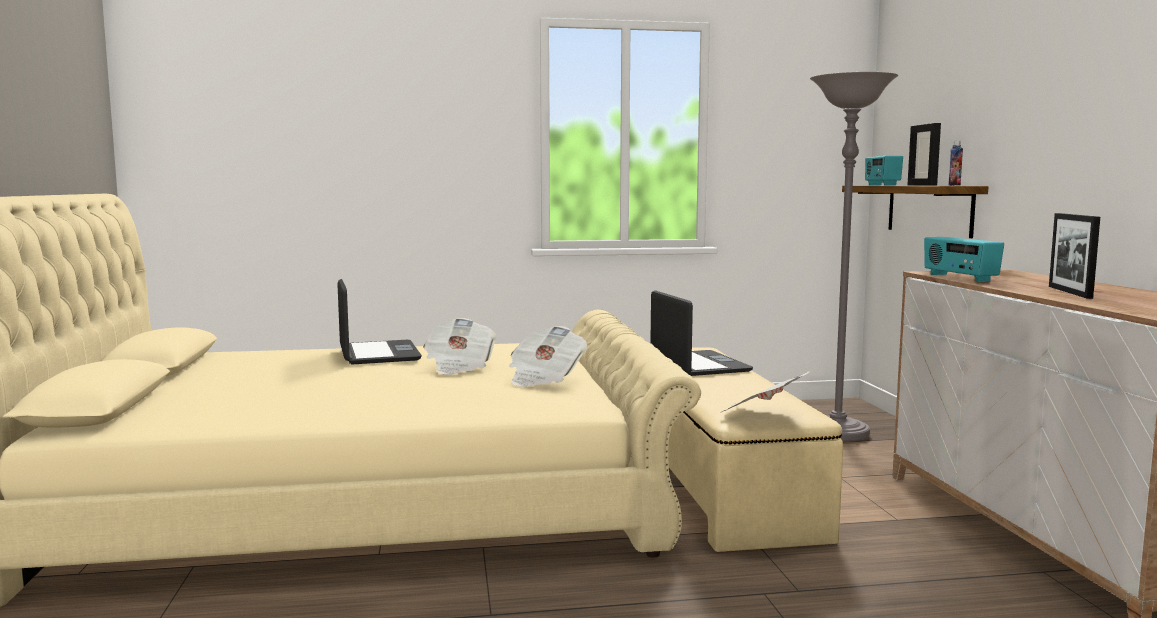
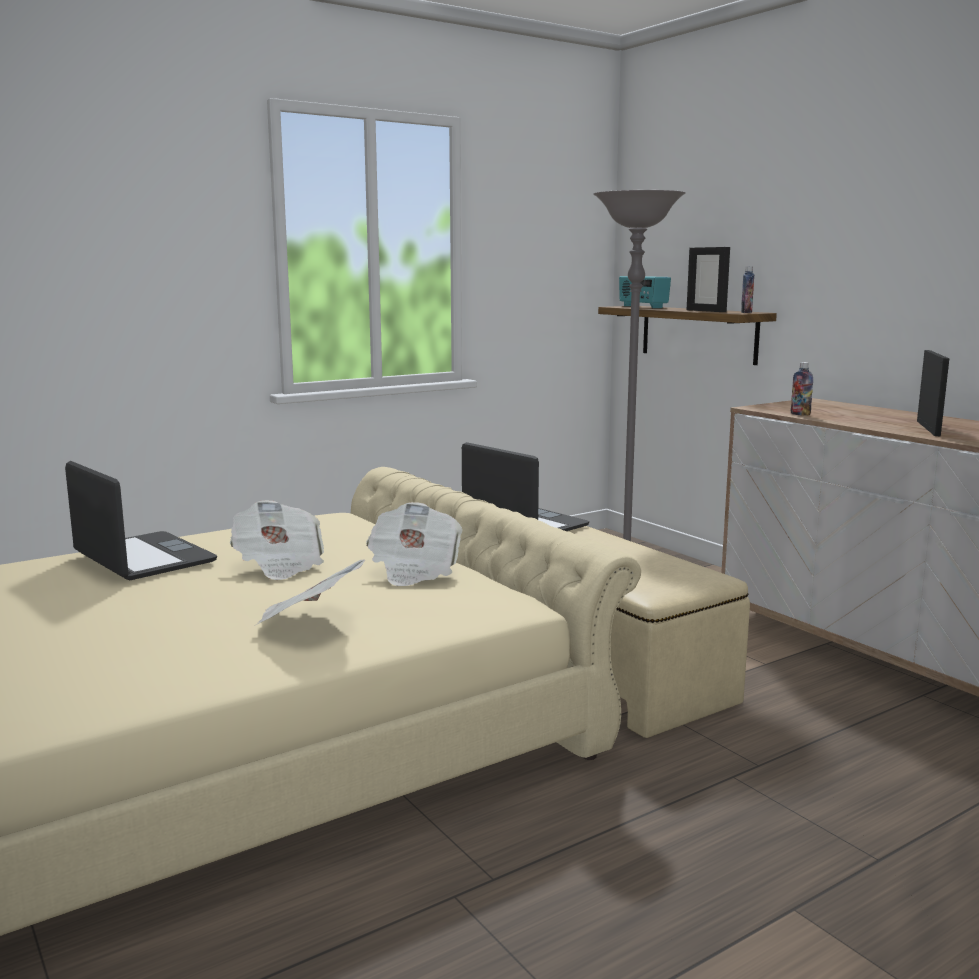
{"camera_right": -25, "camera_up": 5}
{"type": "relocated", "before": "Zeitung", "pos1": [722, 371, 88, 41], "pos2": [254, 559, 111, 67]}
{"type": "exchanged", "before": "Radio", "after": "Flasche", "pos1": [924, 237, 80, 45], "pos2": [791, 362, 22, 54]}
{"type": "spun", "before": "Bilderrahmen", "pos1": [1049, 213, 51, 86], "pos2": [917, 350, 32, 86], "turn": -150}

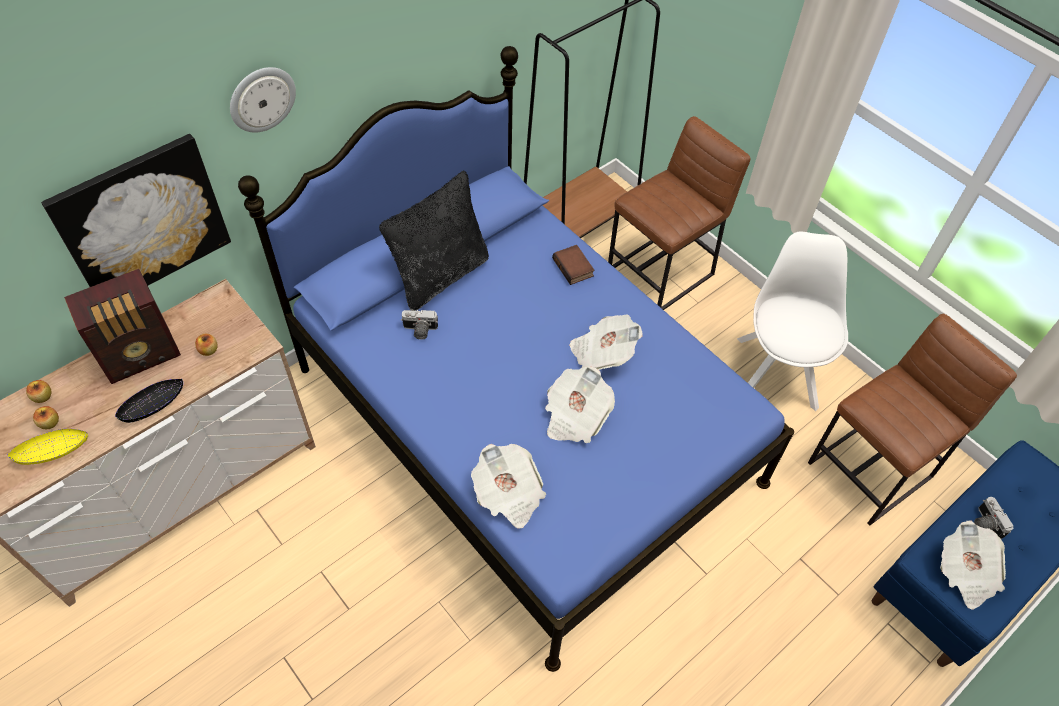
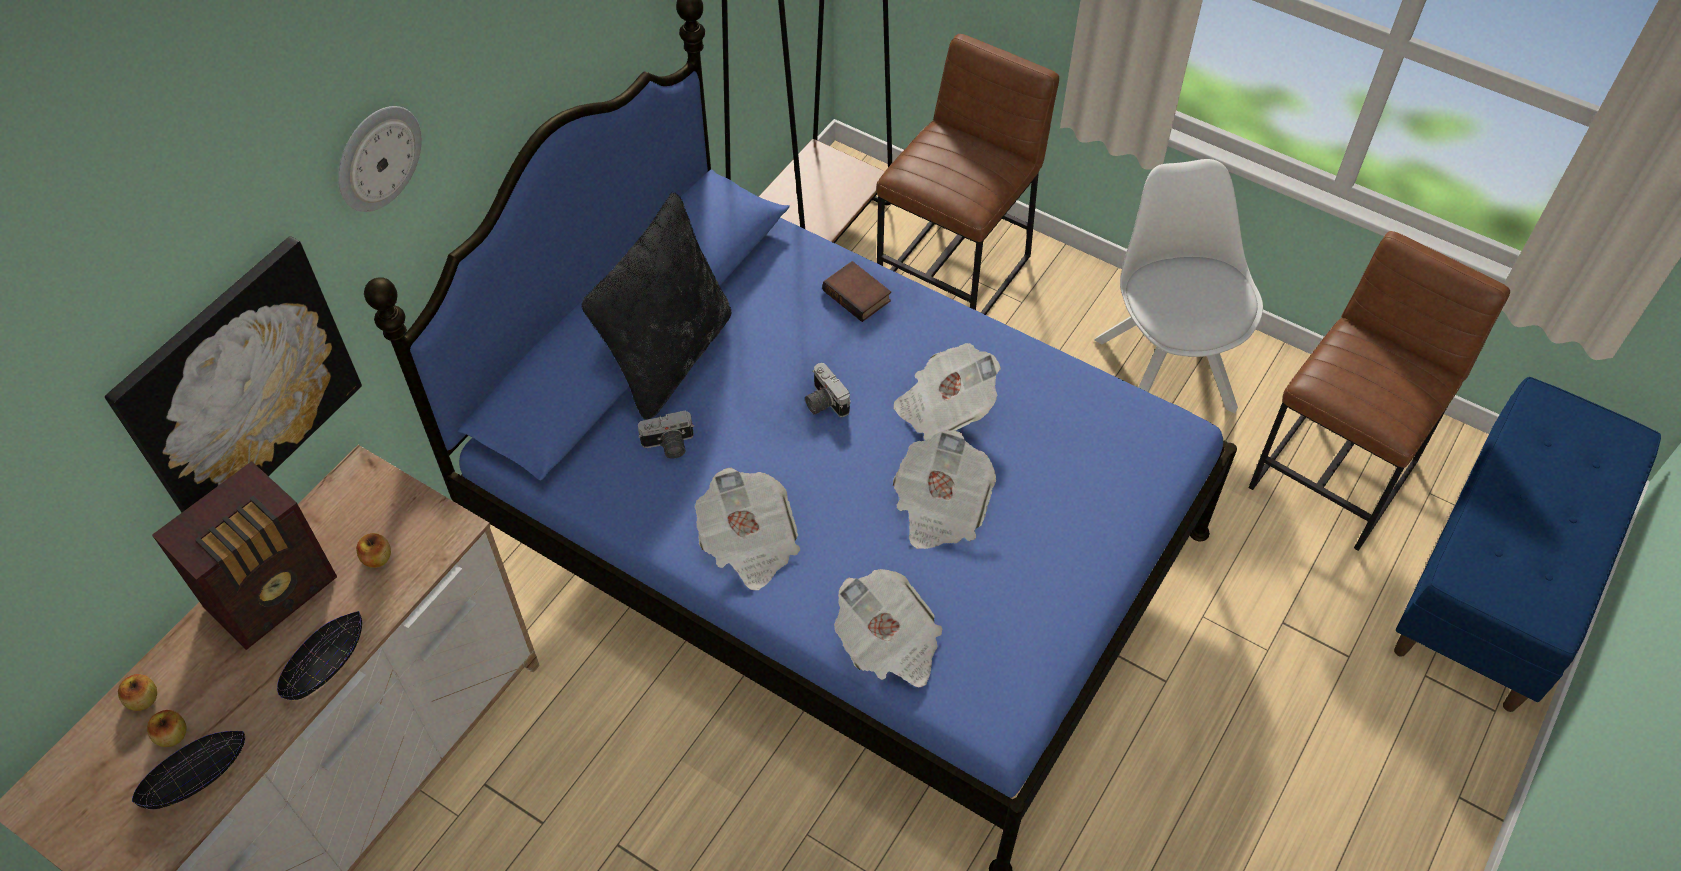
{"camera_right": -15, "camera_up": 0}
{"type": "colour", "before": "Schüssel [gelb]", "after": "Schüssel [schwarz]", "pos1": [7, 429, 81, 36], "pos2": [132, 731, 113, 78]}
{"type": "relocated", "before": "Zeitung", "pos1": [940, 520, 66, 90], "pos2": [695, 467, 105, 123]}
{"type": "relocated", "before": "Kamera", "pos1": [974, 497, 40, 42], "pos2": [805, 363, 46, 54]}

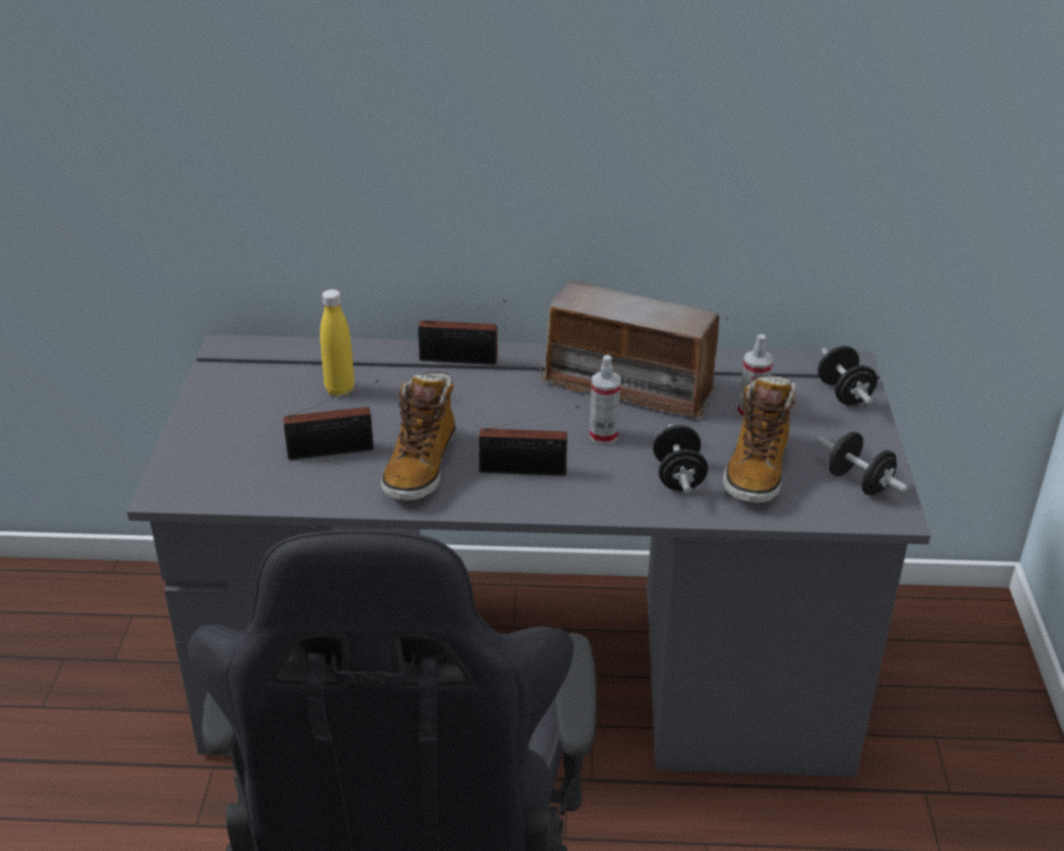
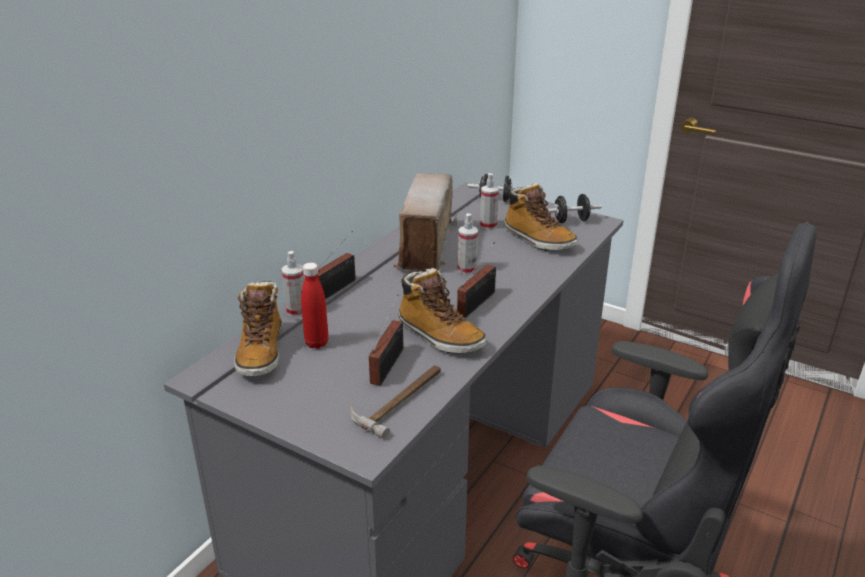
{"camera_right": -60, "camera_up": -5}
{"type": "colour", "before": "Flasche [gelb]", "after": "Flasche [rot]", "pos1": [320, 289, 34, 108], "pos2": [301, 263, 27, 86]}
{"type": "spun", "before": "Radio", "pos1": [538, 280, 190, 139], "pos2": [394, 173, 63, 99], "turn": 135}
{"type": "missing", "before": "Hantel [schwarz]", "pos1": [653, 424, 55, 70]}
{"type": "appeared", "after": "Stiefel", "pos2": [234, 281, 48, 96]}
{"type": "appeared", "after": "Sprühflasche", "pos2": [282, 251, 22, 66]}
{"type": "appeared", "after": "Hammer", "pos2": [350, 365, 91, 74]}

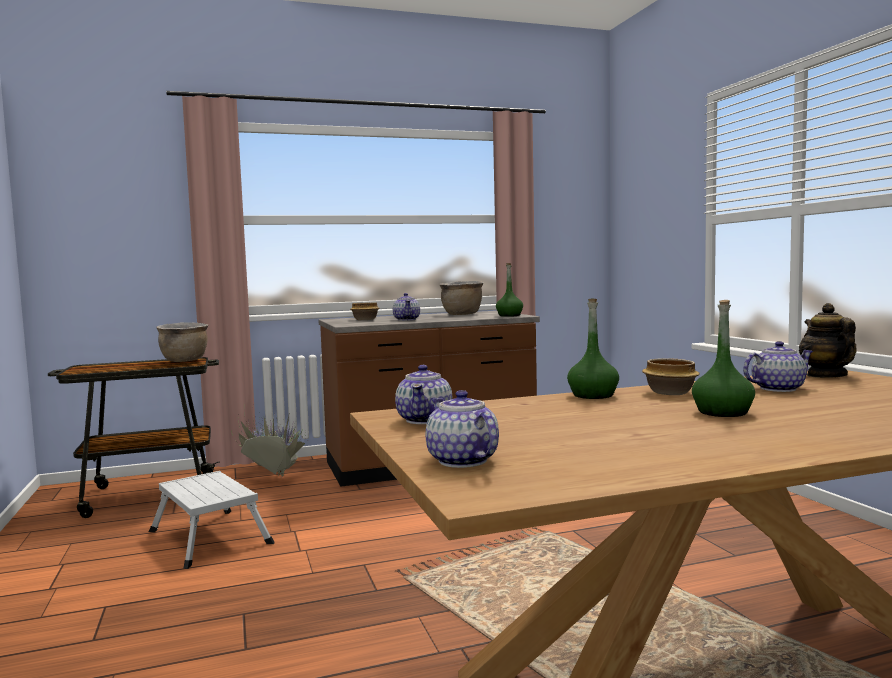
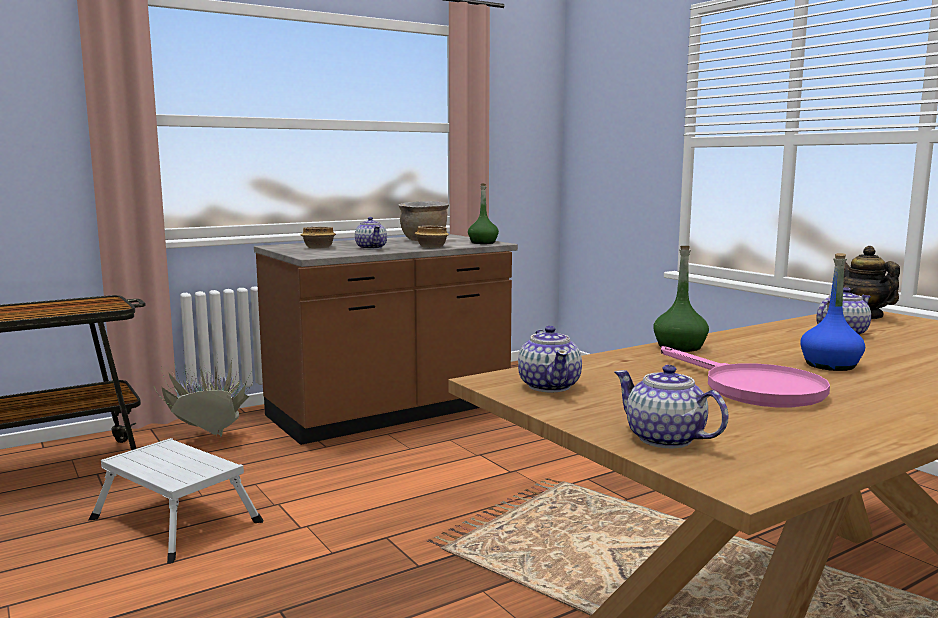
{"camera_right": -15, "camera_up": 5}
{"type": "missing", "before": "Kochtopf [braun]", "pos1": [156, 322, 52, 40]}
{"type": "relocated", "before": "Schüssel", "pos1": [642, 358, 58, 37], "pos2": [414, 226, 35, 22]}
{"type": "colour", "before": "Flasche [grün]", "after": "Flasche [blau]", "pos1": [692, 300, 63, 117], "pos2": [800, 253, 65, 118]}
{"type": "appeared", "after": "Pfanne [rosa]", "pos2": [661, 346, 169, 61]}

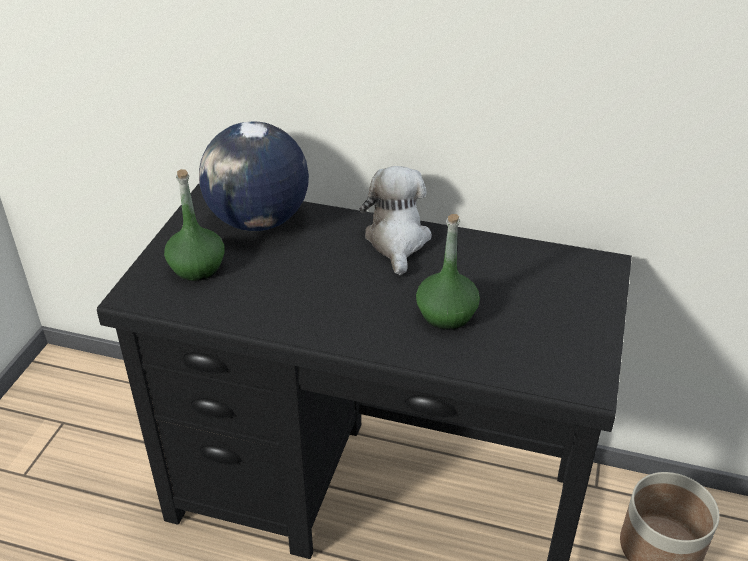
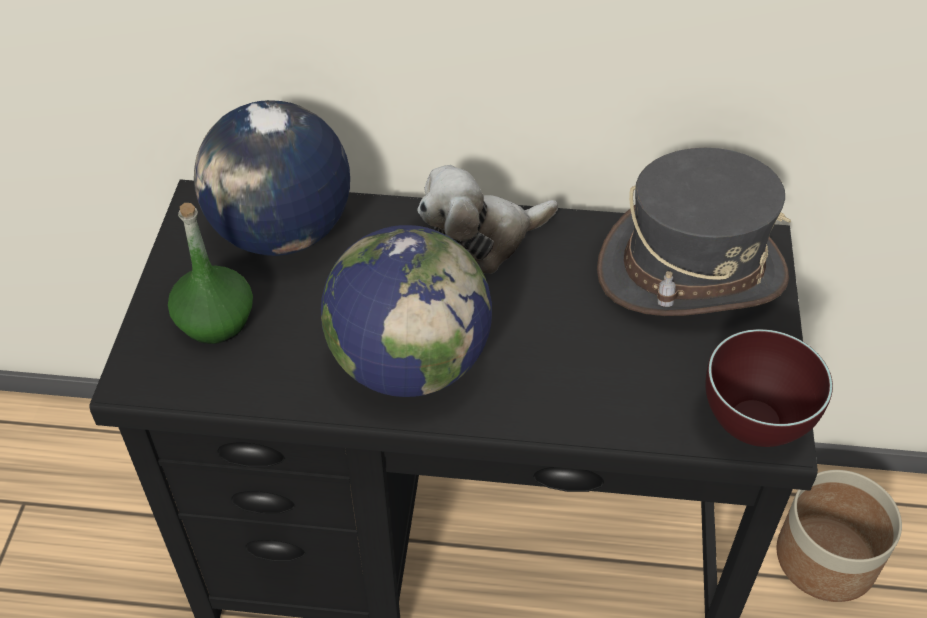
{"camera_right": -10, "camera_up": 10}
{"type": "spun", "before": "Plüschtier", "pos1": [360, 166, 72, 109], "pos2": [417, 165, 141, 109], "turn": -105}
{"type": "missing", "before": "Flasche [grün]", "pos1": [416, 214, 64, 116]}
{"type": "appeared", "after": "Globus", "pos2": [321, 225, 171, 172]}
{"type": "appeared", "after": "Hut [grau]", "pos2": [597, 148, 194, 168]}
{"type": "appeared", "after": "Schüssel [braun]", "pos2": [706, 329, 127, 118]}

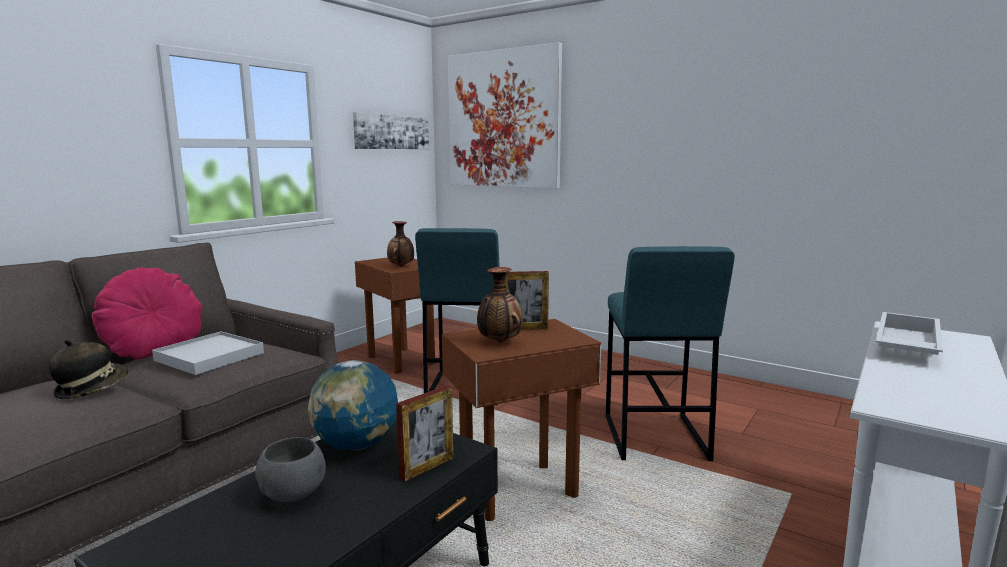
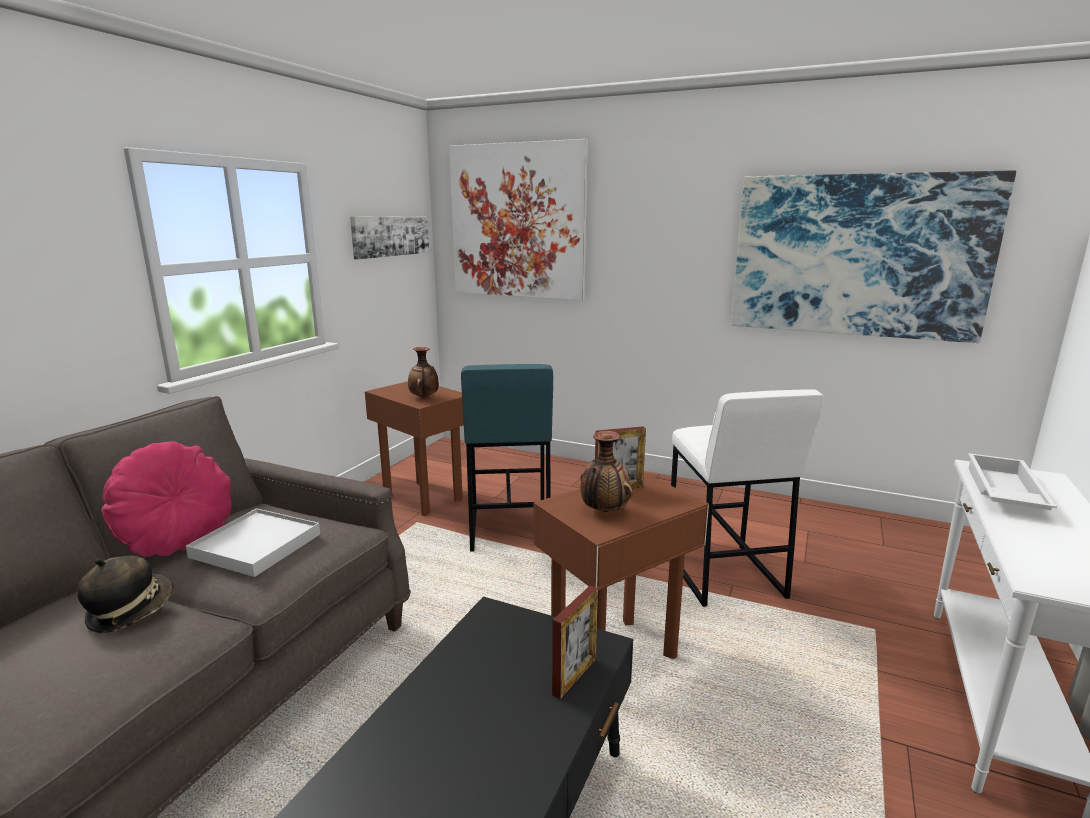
{"camera_right": -10, "camera_up": 5}
{"type": "missing", "before": "Schüssel [grau]", "pos1": [255, 437, 71, 65]}
{"type": "missing", "before": "Globus", "pos1": [308, 360, 90, 90]}
{"type": "colour", "before": "Hocker [türkis]", "after": "Hocker [weiß]", "pos1": [606, 246, 129, 215], "pos2": [671, 389, 154, 218]}
{"type": "appeared", "after": "Bild", "pos2": [731, 170, 285, 173]}

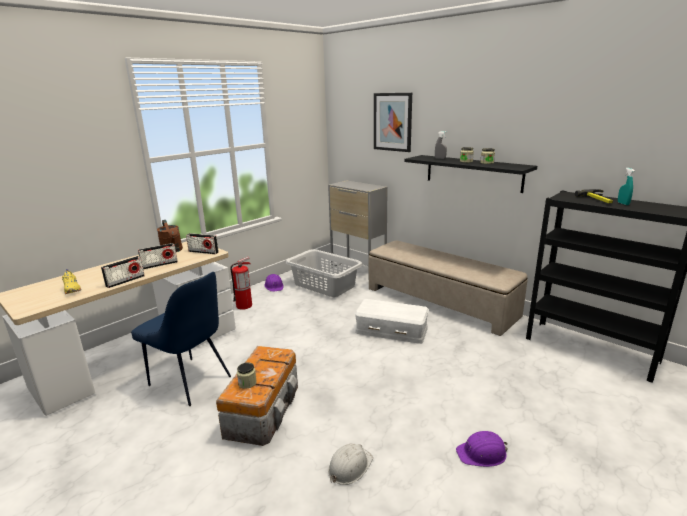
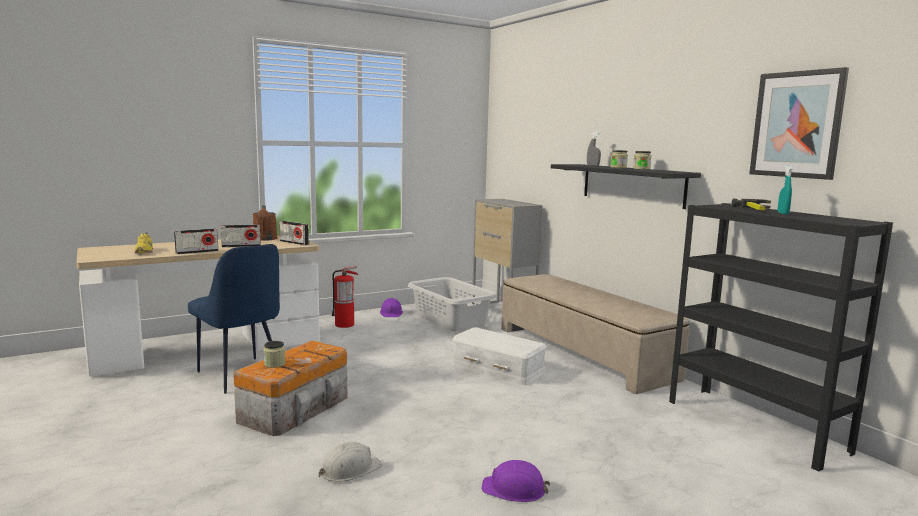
{"camera_right": 15, "camera_up": -10}
{"type": "relocated", "before": "Bild", "pos1": [374, 93, 38, 59], "pos2": [749, 67, 100, 113]}

